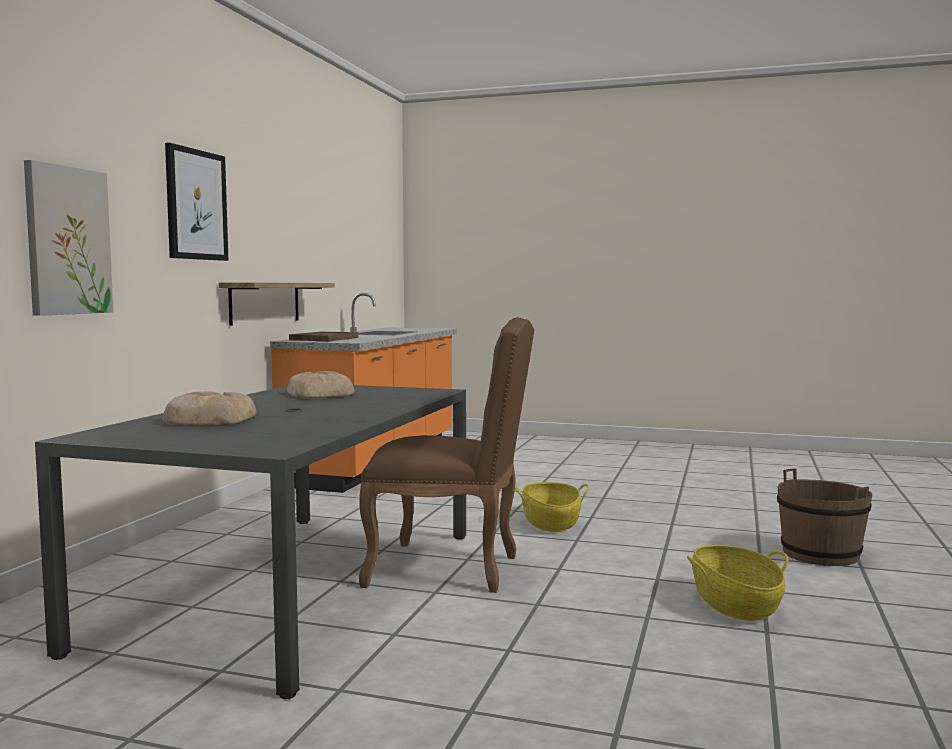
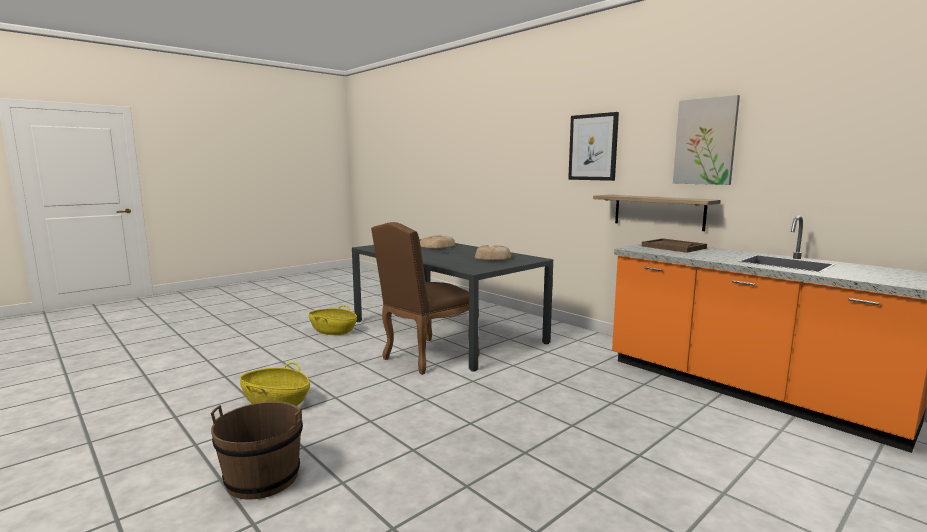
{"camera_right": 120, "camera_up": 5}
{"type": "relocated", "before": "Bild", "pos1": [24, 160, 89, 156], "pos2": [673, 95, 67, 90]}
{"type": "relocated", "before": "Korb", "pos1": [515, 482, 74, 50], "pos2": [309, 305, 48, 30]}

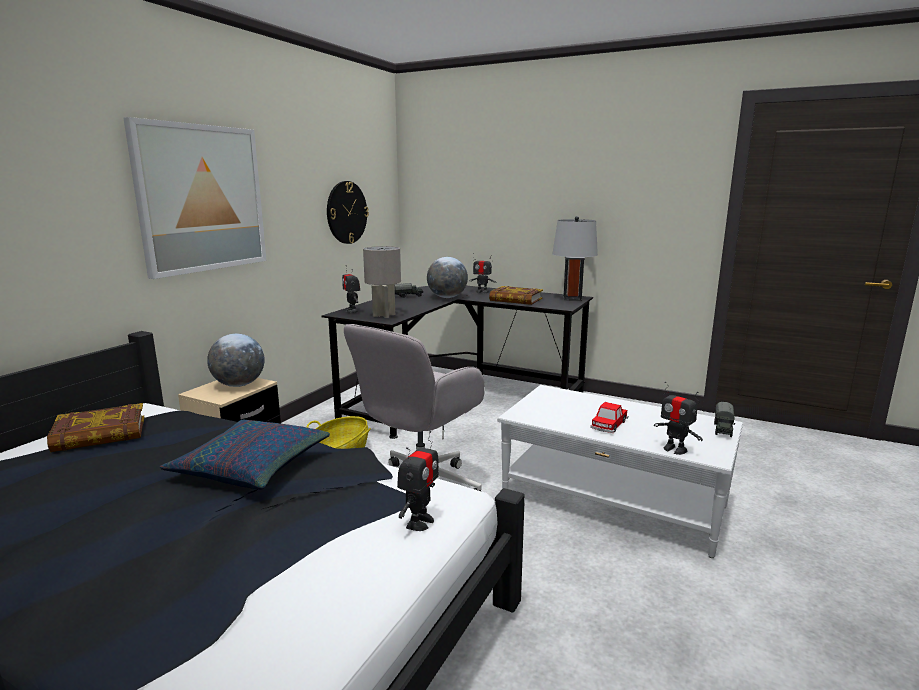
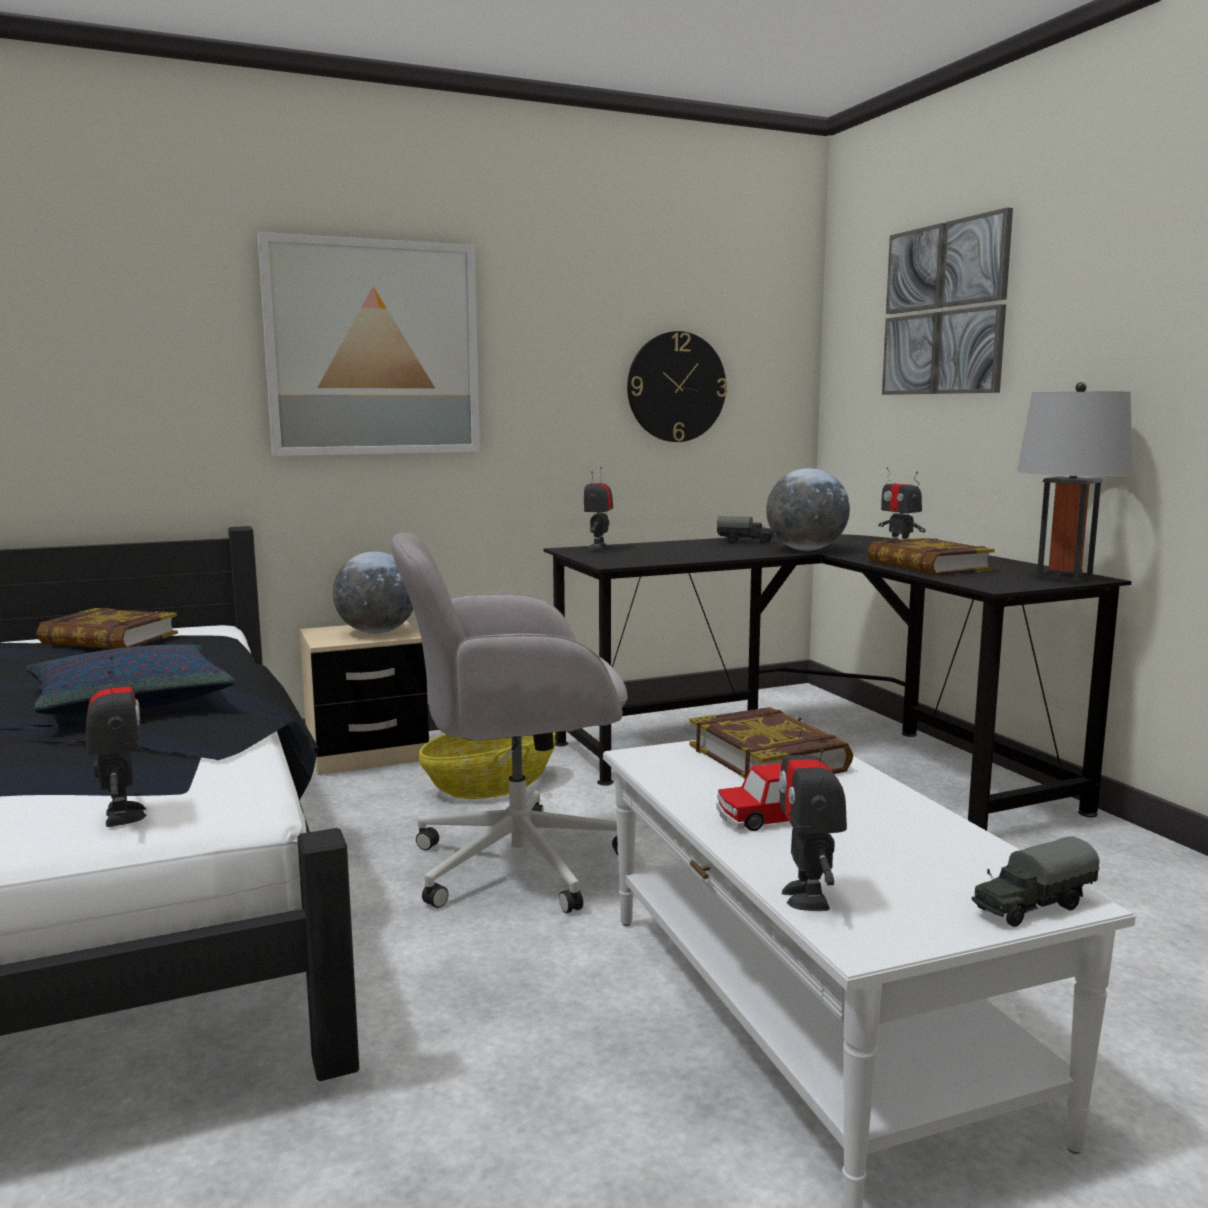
{"camera_right": 40, "camera_up": -5}
{"type": "missing", "before": "Tischlampe [grau]", "pos1": [363, 246, 38, 72]}
{"type": "spun", "before": "Spielzeugroboter", "pos1": [397, 431, 42, 100], "pos2": [86, 656, 60, 171], "turn": -90}
{"type": "appeared", "after": "Buch", "pos2": [689, 707, 164, 72]}
{"type": "appeared", "after": "Bild", "pos2": [882, 208, 131, 187]}

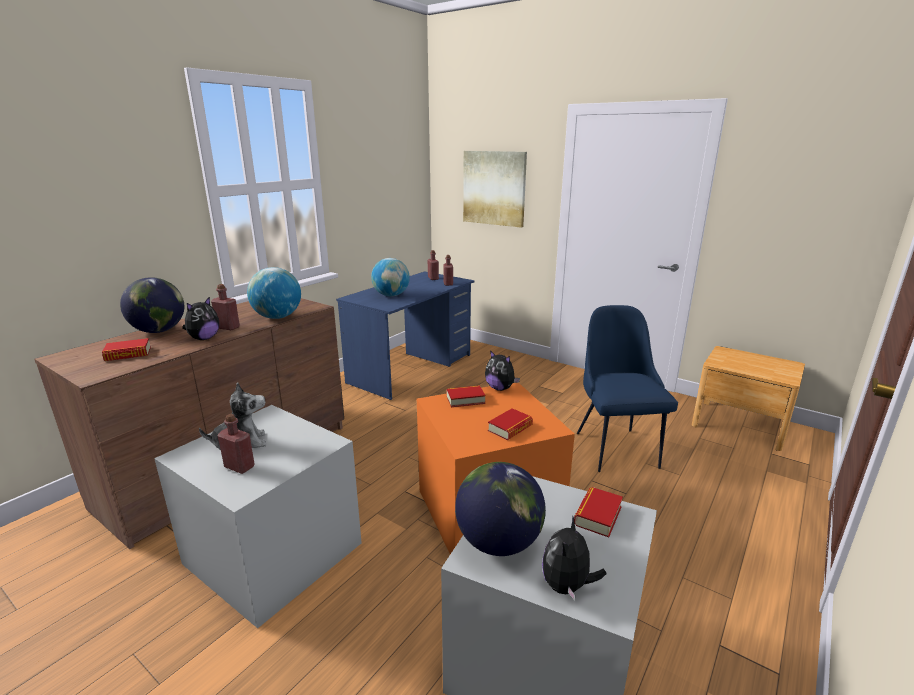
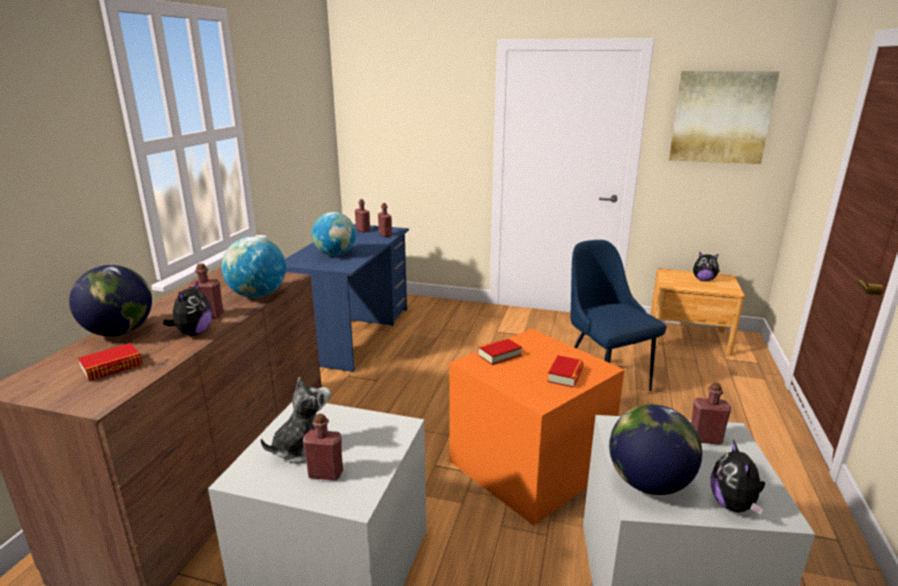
{"camera_right": -20, "camera_up": 0}
{"type": "relocated", "before": "Bild", "pos1": [463, 151, 64, 77], "pos2": [669, 71, 111, 93]}
{"type": "relocated", "before": "Plüschtier", "pos1": [485, 350, 35, 41], "pos2": [693, 252, 27, 29]}
{"type": "exchanged", "before": "Buch", "after": "Flasche [rot]", "pos1": [574, 487, 49, 50], "pos2": [691, 382, 40, 63]}

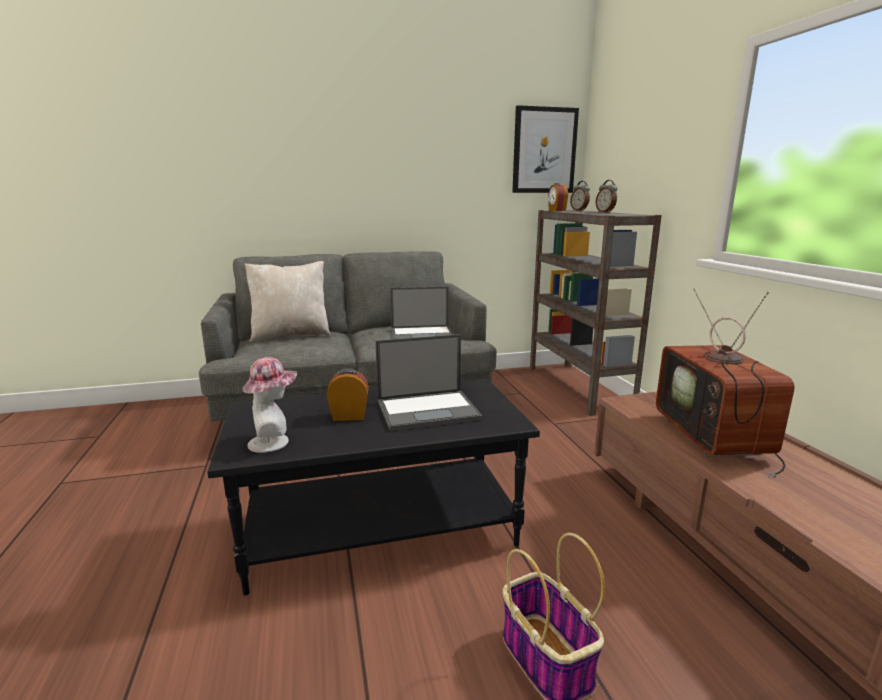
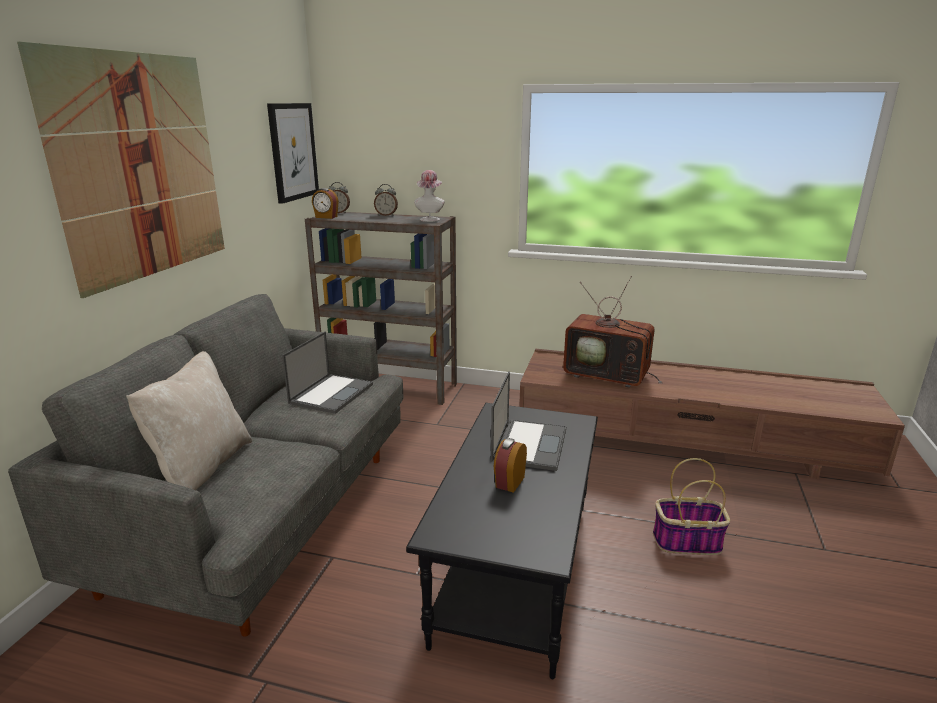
{"camera_right": -60, "camera_up": 5}
{"type": "relocated", "before": "Hut", "pos1": [243, 357, 54, 96], "pos2": [414, 170, 31, 52]}
{"type": "appeared", "after": "Bild", "pos2": [17, 42, 208, 256]}

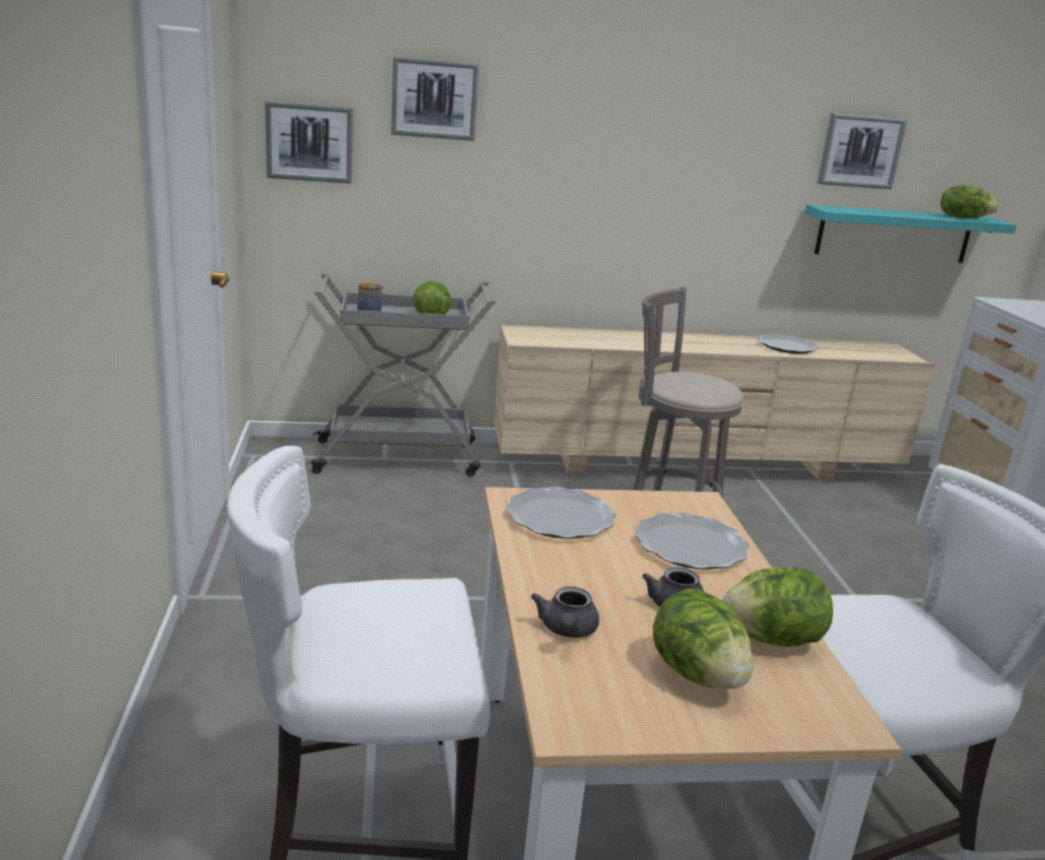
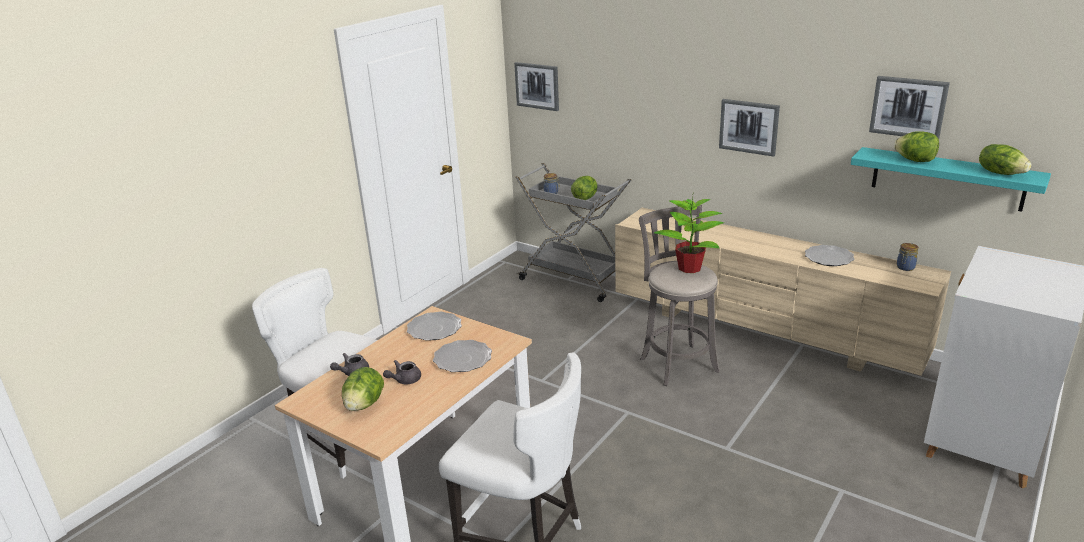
{"camera_right": 45, "camera_up": 5}
{"type": "relocated", "before": "Bild", "pos1": [391, 56, 88, 85], "pos2": [719, 99, 61, 58]}
{"type": "relocated", "before": "Salatkopf", "pos1": [722, 567, 111, 80], "pos2": [894, 131, 45, 31]}
{"type": "appeared", "after": "Topfpflanze", "pos2": [654, 195, 70, 78]}
{"type": "appeared", "after": "Vorratsglas", "pos2": [897, 243, 22, 28]}

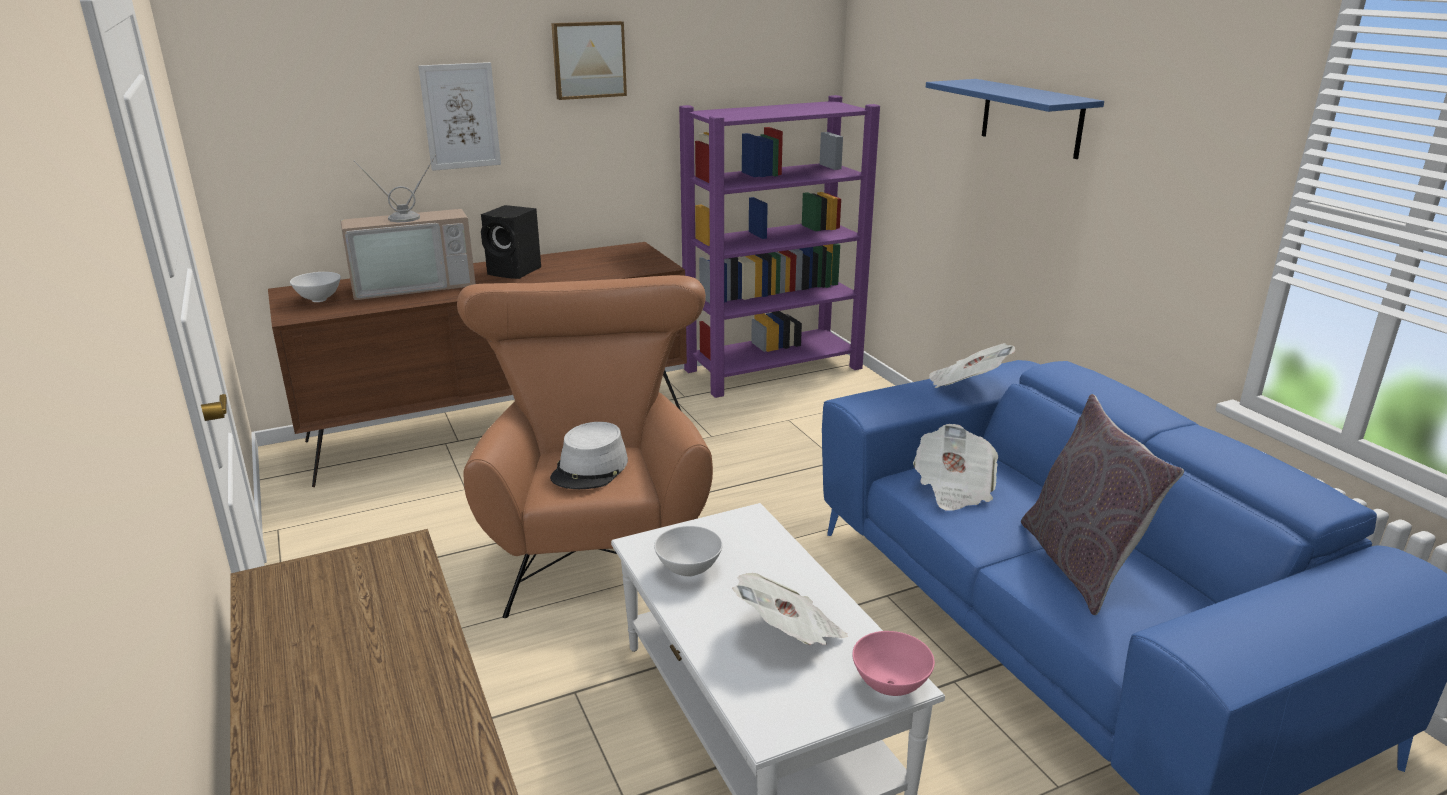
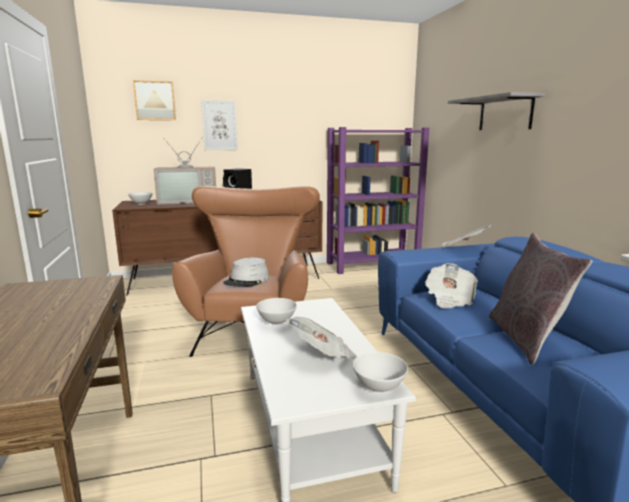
{"camera_right": 10, "camera_up": -10}
{"type": "relocated", "before": "Bild", "pos1": [551, 21, 76, 79], "pos2": [133, 80, 43, 40]}
{"type": "colour", "before": "Schüssel [rosa]", "after": "Schüssel [weiß]", "pos1": [852, 631, 83, 65], "pos2": [353, 352, 55, 41]}
{"type": "colour", "before": "Wandregal [blau]", "after": "Wandregal [grau]", "pos1": [926, 79, 178, 80], "pos2": [448, 92, 97, 38]}

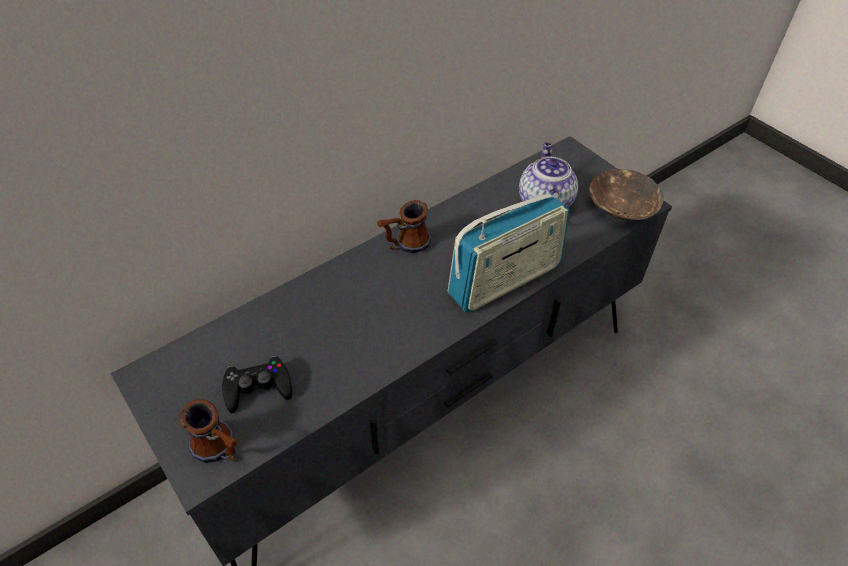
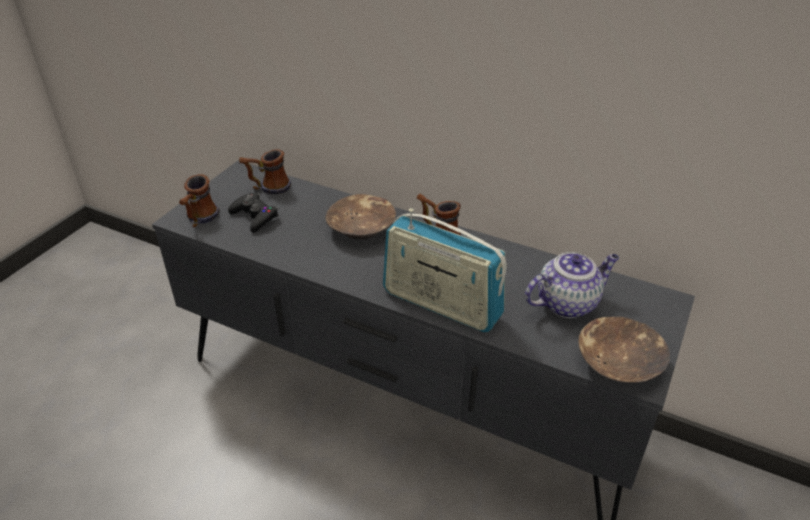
{"camera_right": 65, "camera_up": -10}
{"type": "appeared", "after": "Henkelbecher", "pos2": [239, 149, 52, 45]}
{"type": "appeared", "after": "Schüssel [braun]", "pos2": [325, 194, 71, 46]}

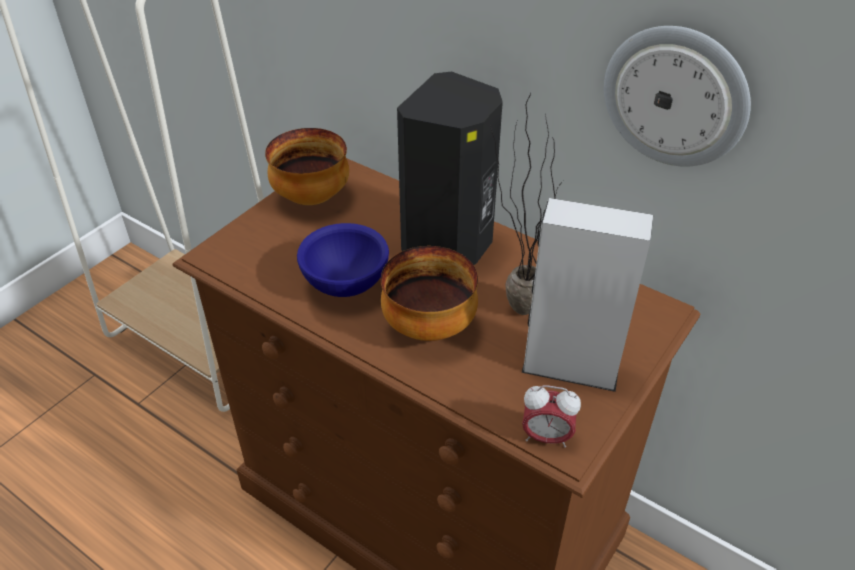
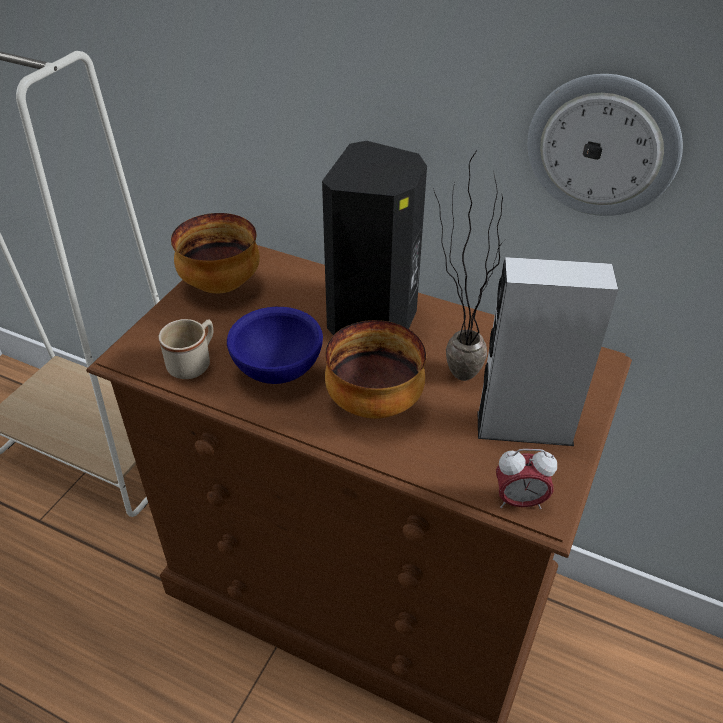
{"camera_right": -10, "camera_up": 0}
{"type": "appeared", "after": "Henkelbecher [beige]", "pos2": [159, 319, 54, 60]}

